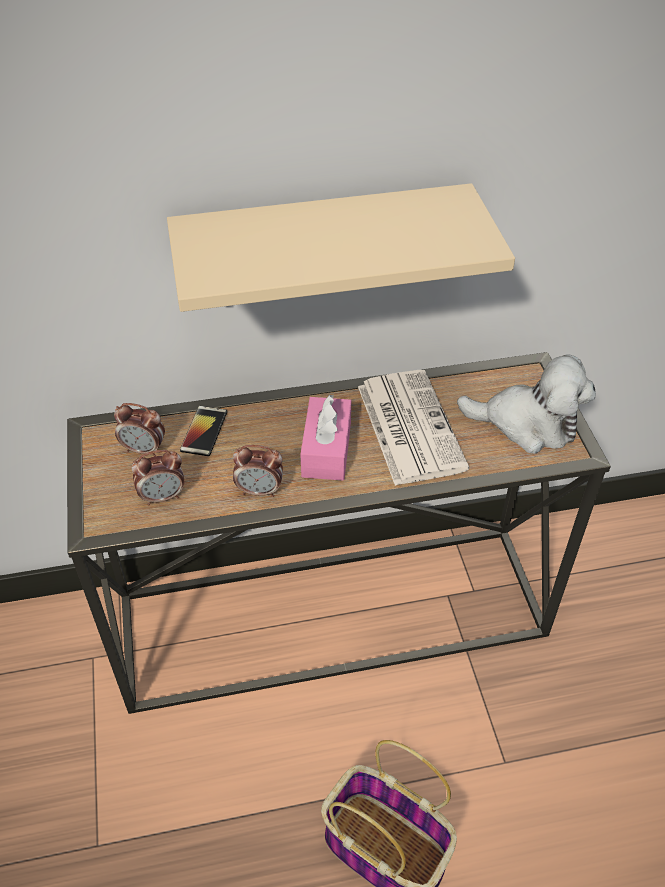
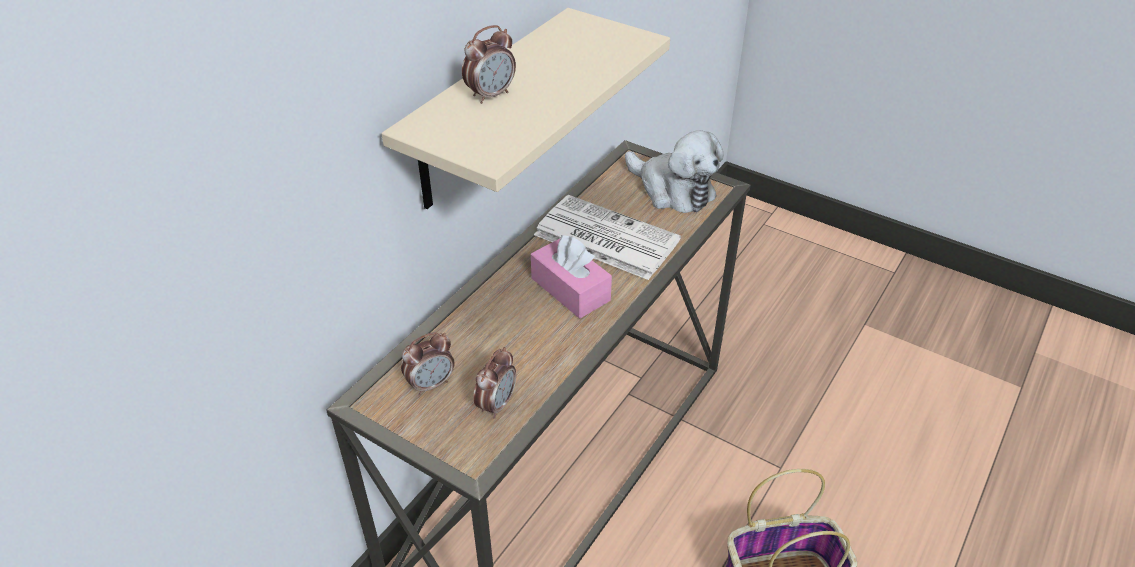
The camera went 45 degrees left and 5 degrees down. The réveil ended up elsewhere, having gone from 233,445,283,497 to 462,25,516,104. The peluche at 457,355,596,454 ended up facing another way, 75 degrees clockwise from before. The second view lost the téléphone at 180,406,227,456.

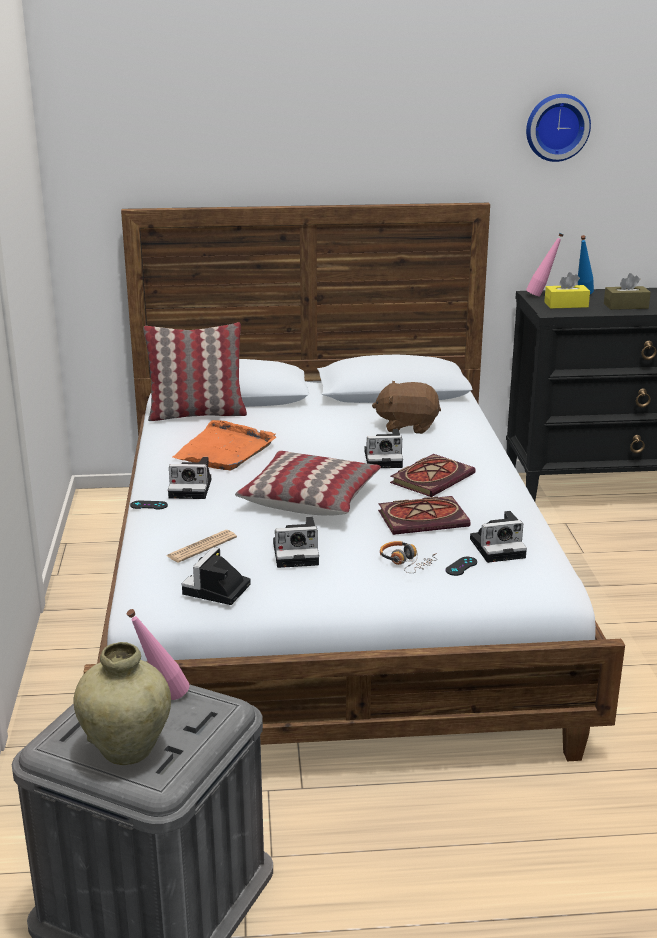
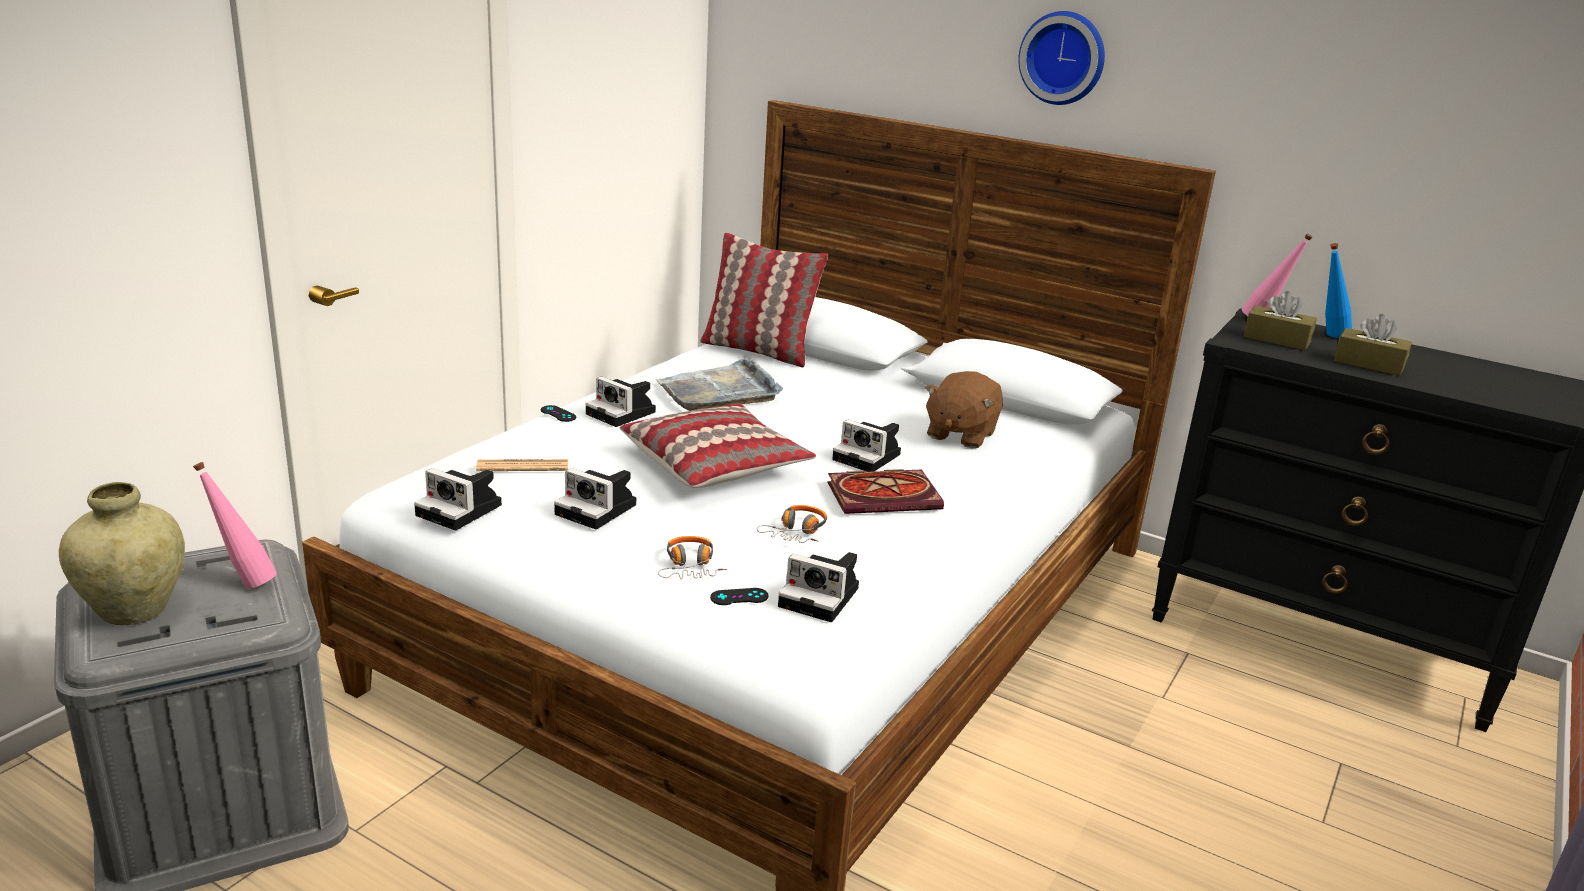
The camera went 35 degrees right and 0 degrees up. The appareil photo at 182,547,251,605 ended up facing another way, 120 degrees counterclockwise from before. What was the plateau [orange] at 173,420,276,470 turned into the plateau [gris] at 656,358,783,411. Where the livre stood at 378,496,471,535, the casque audio came to stand at 757,505,827,543. The peluche [marron] at 372,381,441,434 ended up facing another way, 105 degrees counterclockwise from before. The horloge murale ended up elsewhere, having gone from 526,94,591,162 to 1018,11,1105,105. What was the boîte à mouchoirs [jaune] at 544,272,590,309 turned into the boîte à mouchoirs [marron] at 1244,291,1317,350.

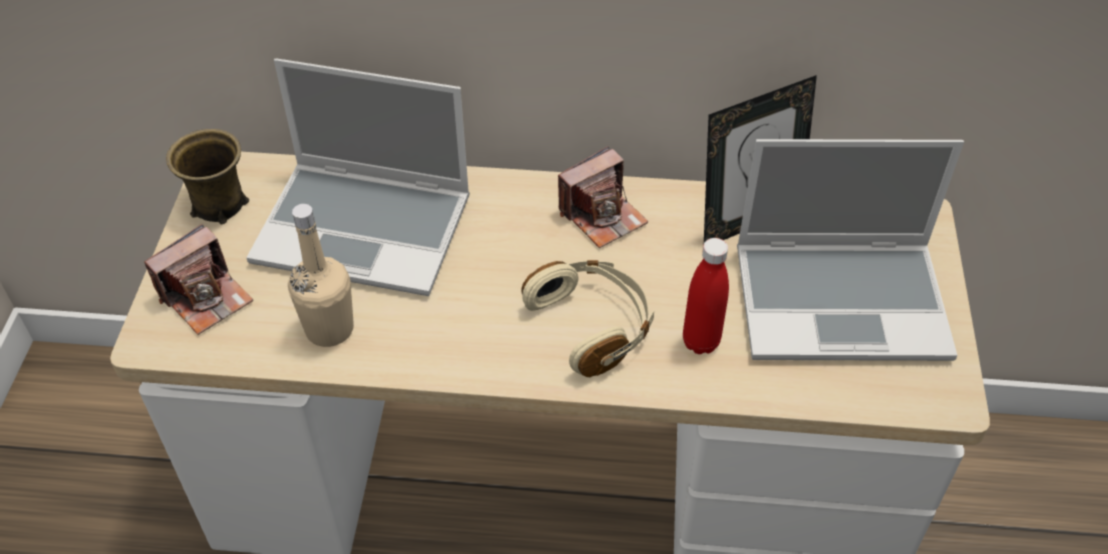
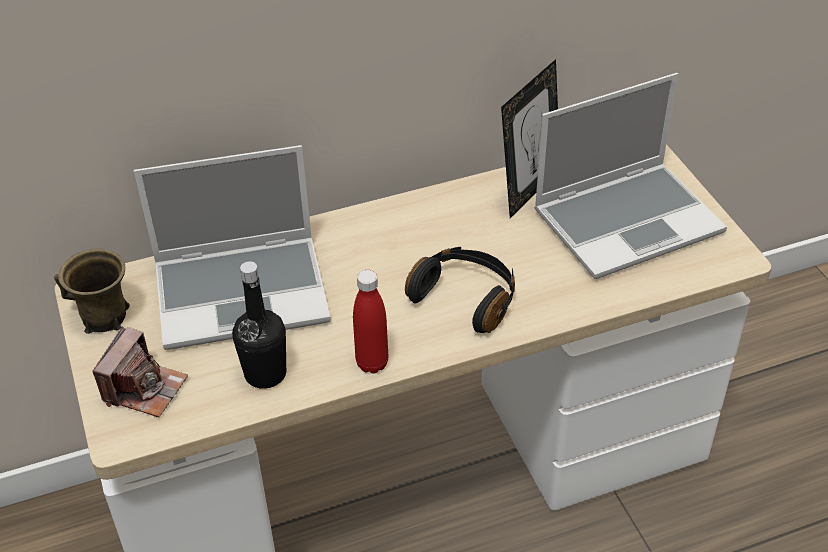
The camera went 25 degrees left and 5 degrees down. What was the bouteille [beige] at 288,204,354,347 turned into the bouteille [noir] at 232,261,286,389. The bouteille [rouge] ended up elsewhere, having gone from 683,238,729,354 to 353,270,388,374. What was the casque audio [beige] at 522,260,654,377 turned into the casque audio [noir] at 405,247,515,333. The second view lost the appareil photo at 558,146,648,248.

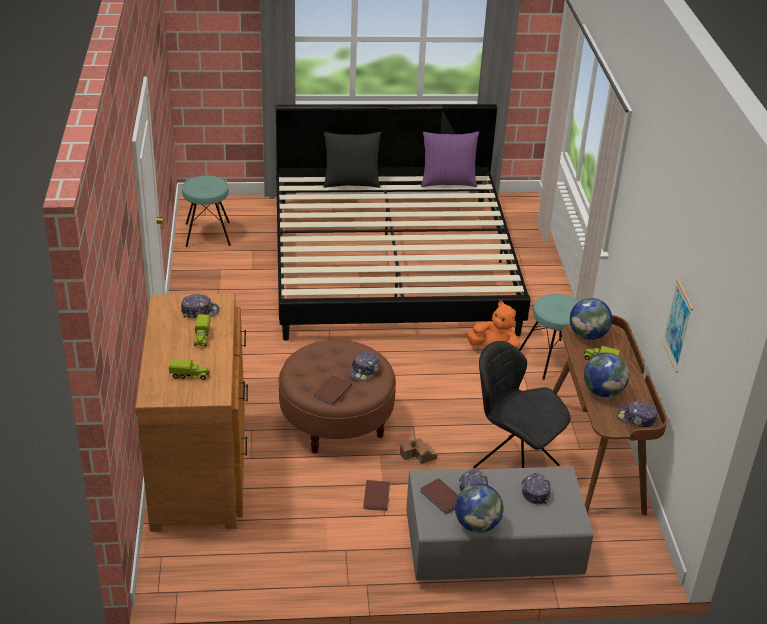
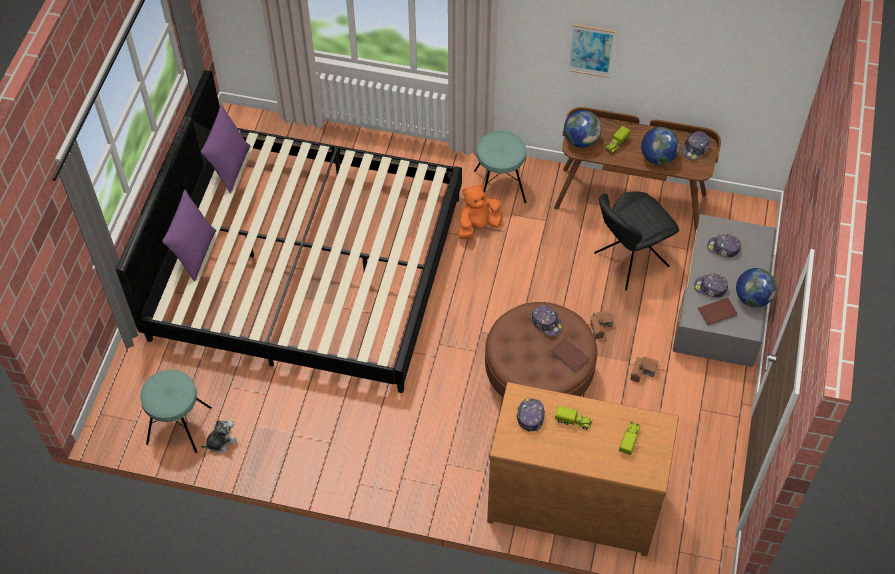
The camera went 70 degrees left and 20 degrees up. What was the coussin [noir] at 324,132,381,188 turned into the coussin [violet] at 162,190,216,281. The second view gained the peluche at 201,420,237,453. The tableau ended up elsewhere, having gone from 662,278,693,373 to 568,24,616,78. Where the livre [marron] stood at 363,480,390,511, the maison miniature came to stand at 630,356,659,383.

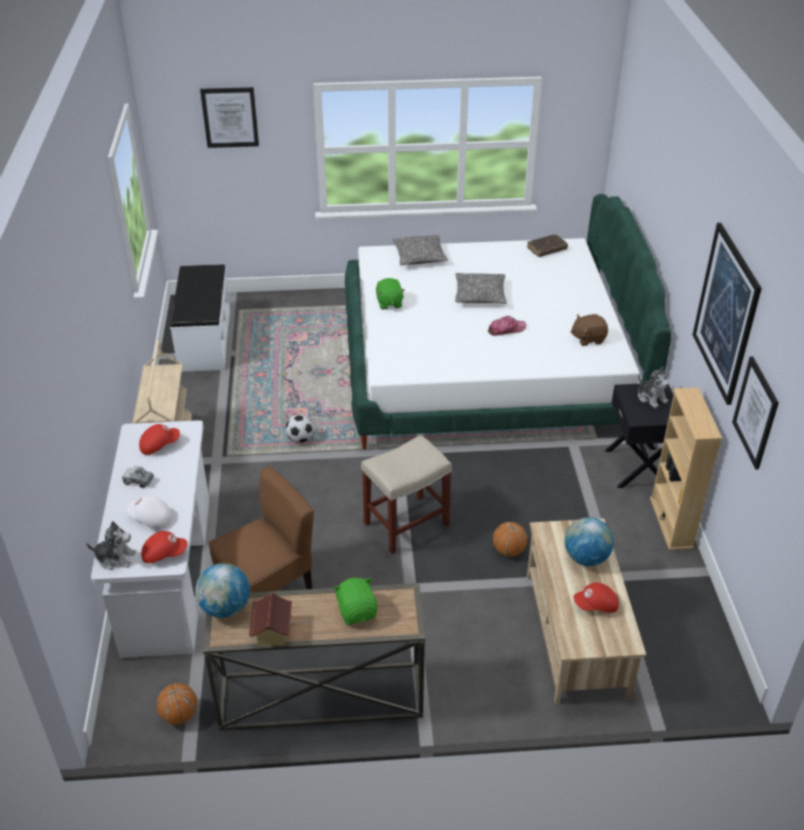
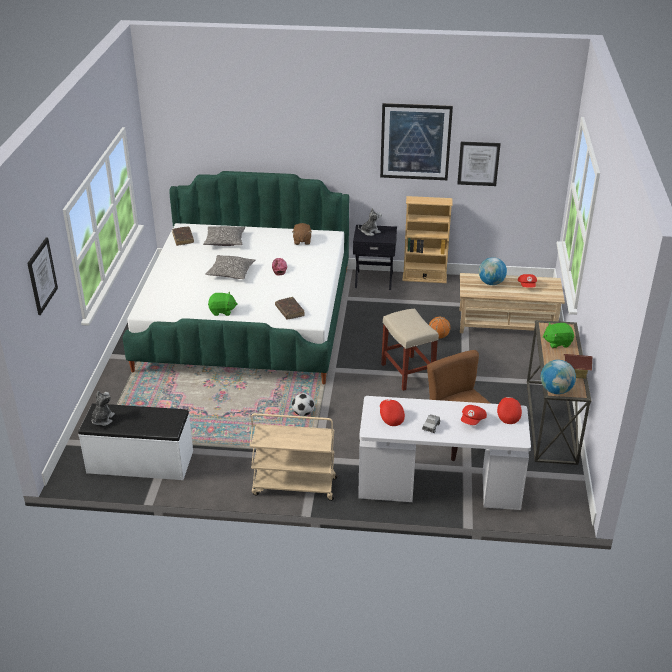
The camera went 80 degrees left and 5 degrees down. The peluche ended up elsewhere, having gone from 86,521,136,570 to 92,391,115,426. The coussin ended up elsewhere, having gone from 393,235,448,265 to 203,226,245,246. The second view gained the livre [marron] at 275,297,305,319. What was the casquette [blanc] at 127,496,172,529 turned into the casquette [rouge] at 461,405,487,425. The second view lost the ballon de basket at 157,683,197,725.

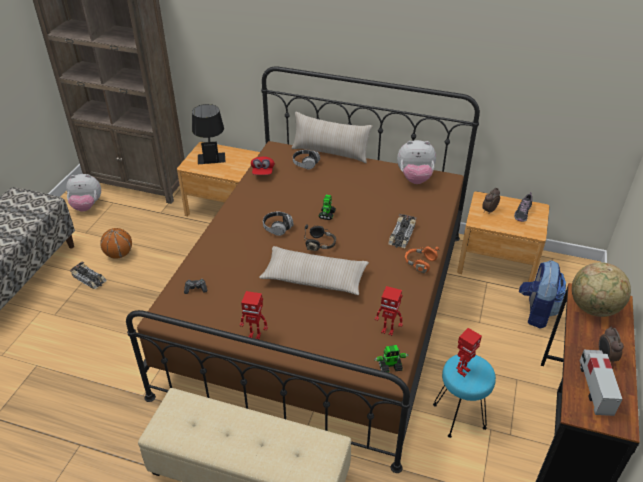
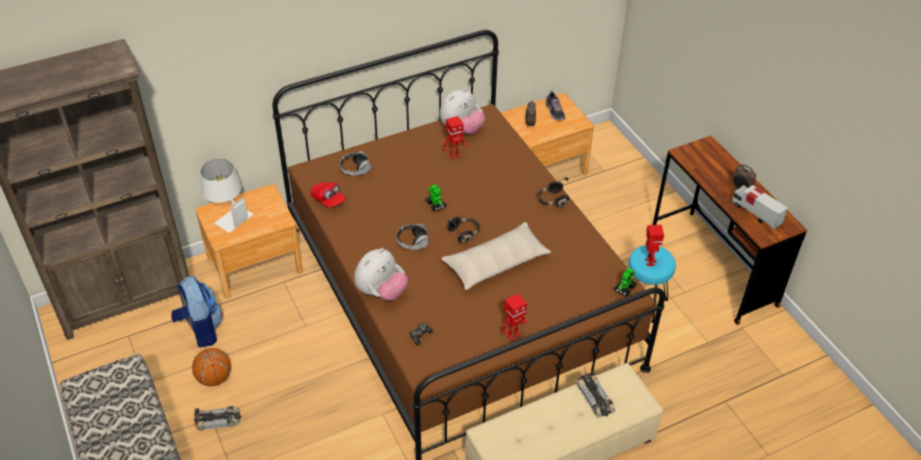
The camera went 45 degrees left and 5 degrees up. The sac à dos ended up elsewhere, having gone from 519,260,566,329 to 171,276,223,348. What was the lampe de table [noir] at 192,104,225,164 turned into the lampe de table [blanc] at 200,159,253,233. The peluche ended up elsewhere, having gone from 66,174,101,212 to 354,248,408,301. The robot jouet ended up elsewhere, having gone from 375,286,403,336 to 444,116,466,159. What was the casque audio [orange] at 405,246,440,273 turned into the casque audio [noir] at 538,177,569,207. The petite voiture ended up elsewhere, having gone from 388,214,417,248 to 577,371,616,418. The second view lost the coussin [beige] at 292,112,372,163. The second view lost the globe at 572,262,631,317.

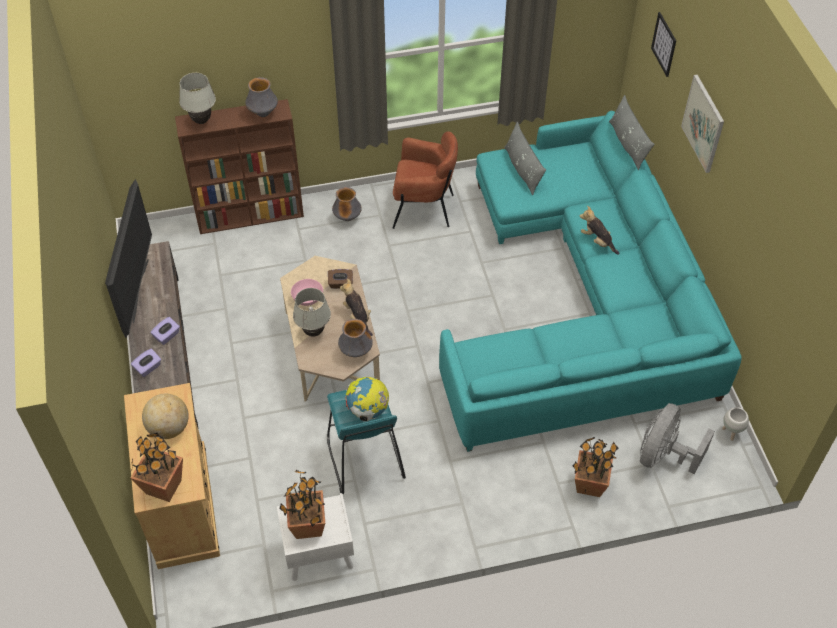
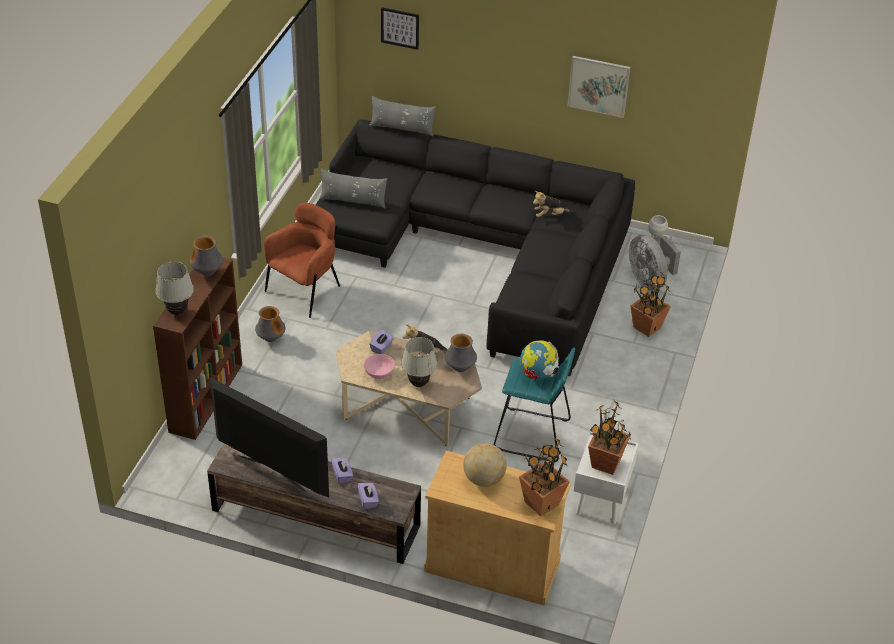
The camera went 60 degrees left and 10 degrees down. What was the canapé [turquoise] at 439,111,742,452 turned into the canapé [noir] at 316,119,635,376. What was the boîte à mouchoirs [marron] at 328,269,353,289 turned into the boîte à mouchoirs [violet] at 369,330,394,354. The peluche ended up elsewhere, having gone from 580,206,620,255 to 533,191,572,217. The tableau ended up elsewhere, having gone from 681,74,724,173 to 567,56,630,118.

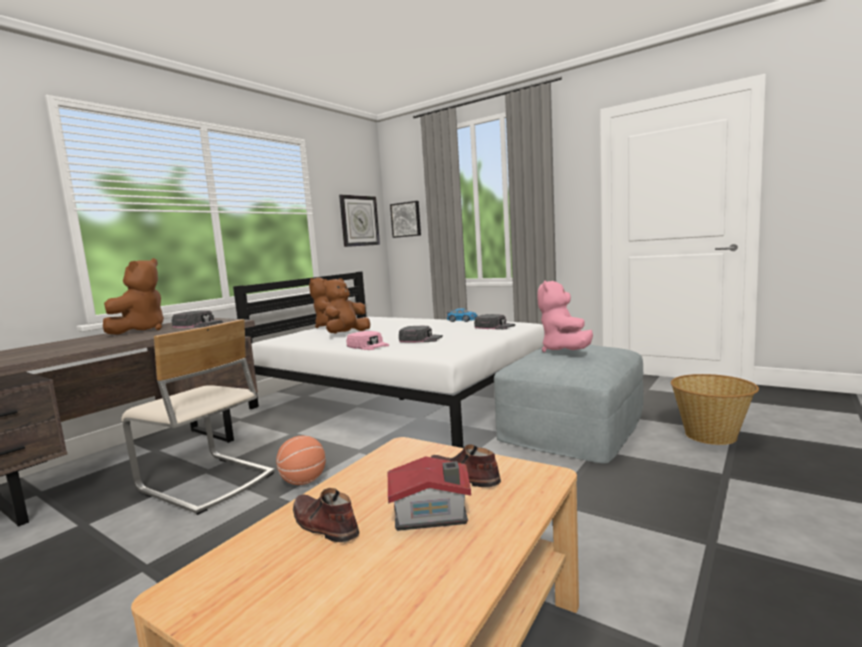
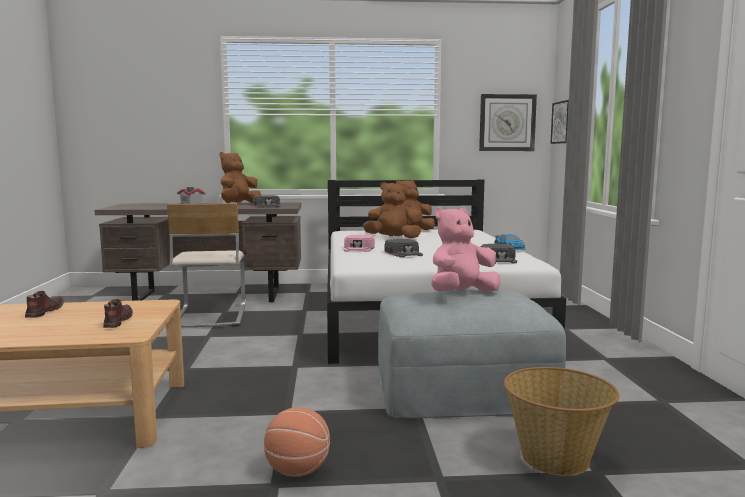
The camera went 50 degrees right and 0 degrees up. The maison miniature ended up elsewhere, having gone from 388,456,471,531 to 177,187,205,204. The peluche [marron] at 103,258,164,335 ended up facing another way, 150 degrees clockwise from before. The ballon de basket ended up elsewhere, having gone from 276,435,326,485 to 264,407,330,477.

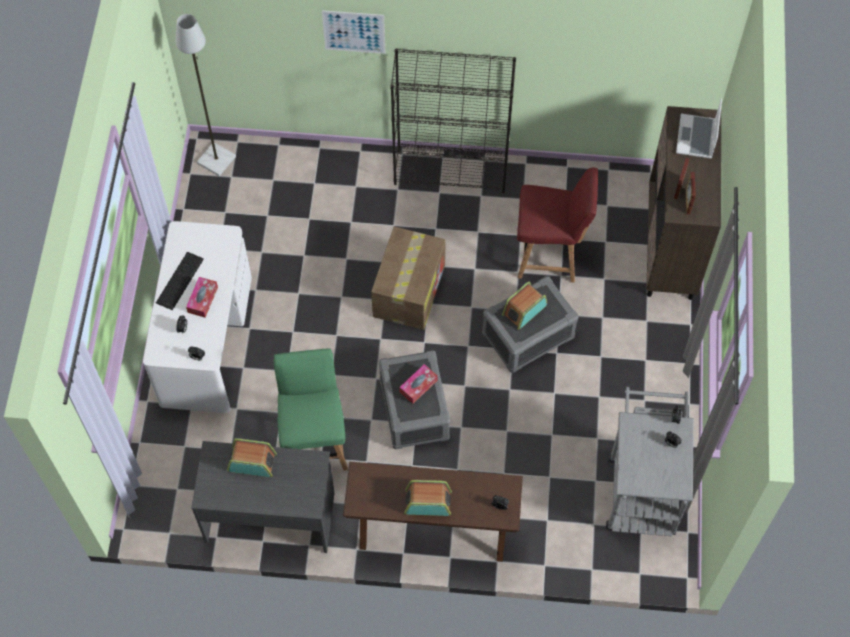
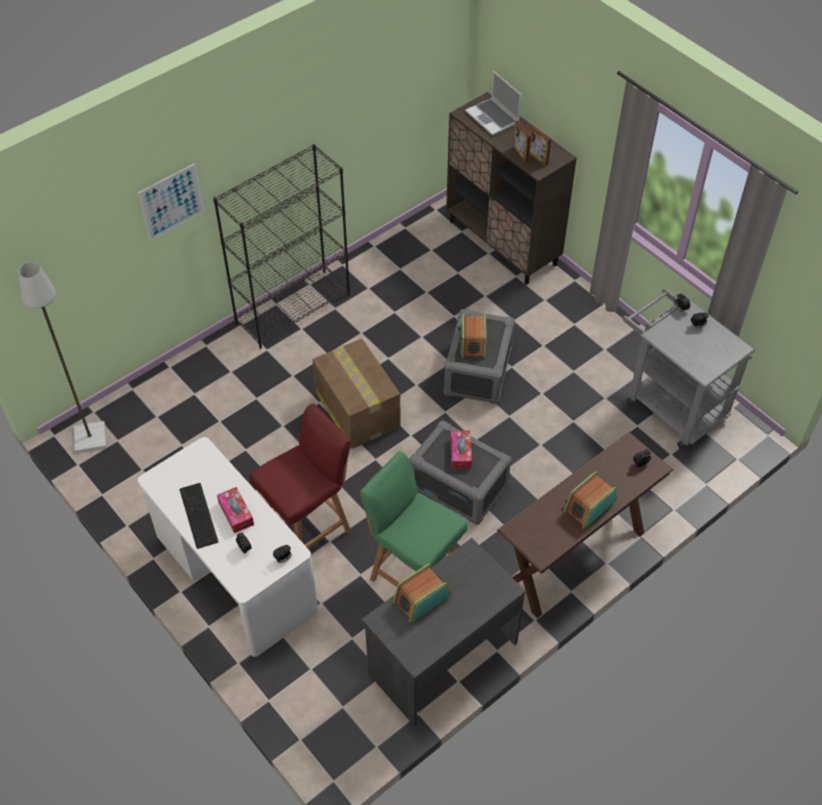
The camera went 45 degrees left and 10 degrees down. The chaise [rouge] ended up elsewhere, having gone from 517,168,598,283 to 250,403,351,548.

